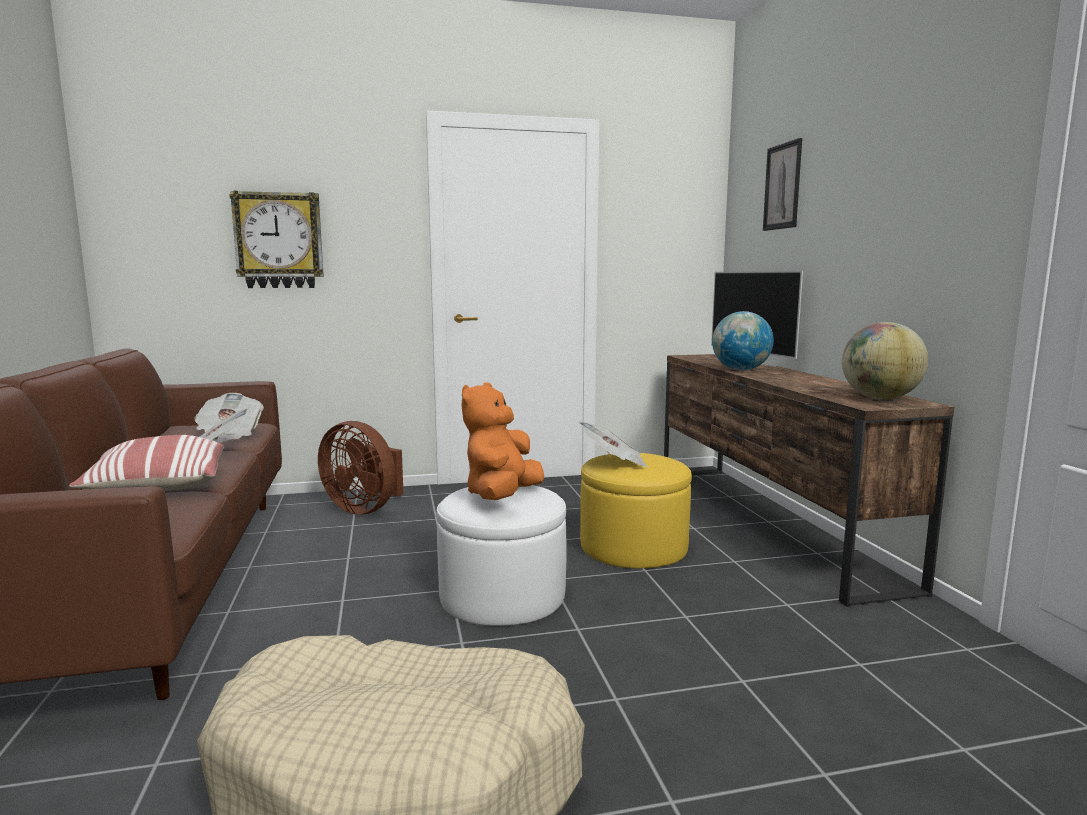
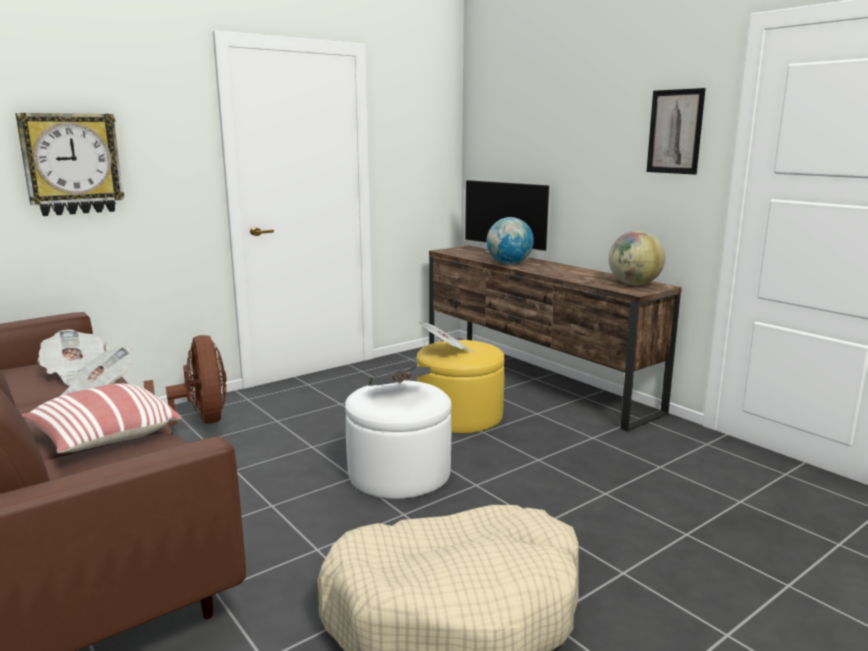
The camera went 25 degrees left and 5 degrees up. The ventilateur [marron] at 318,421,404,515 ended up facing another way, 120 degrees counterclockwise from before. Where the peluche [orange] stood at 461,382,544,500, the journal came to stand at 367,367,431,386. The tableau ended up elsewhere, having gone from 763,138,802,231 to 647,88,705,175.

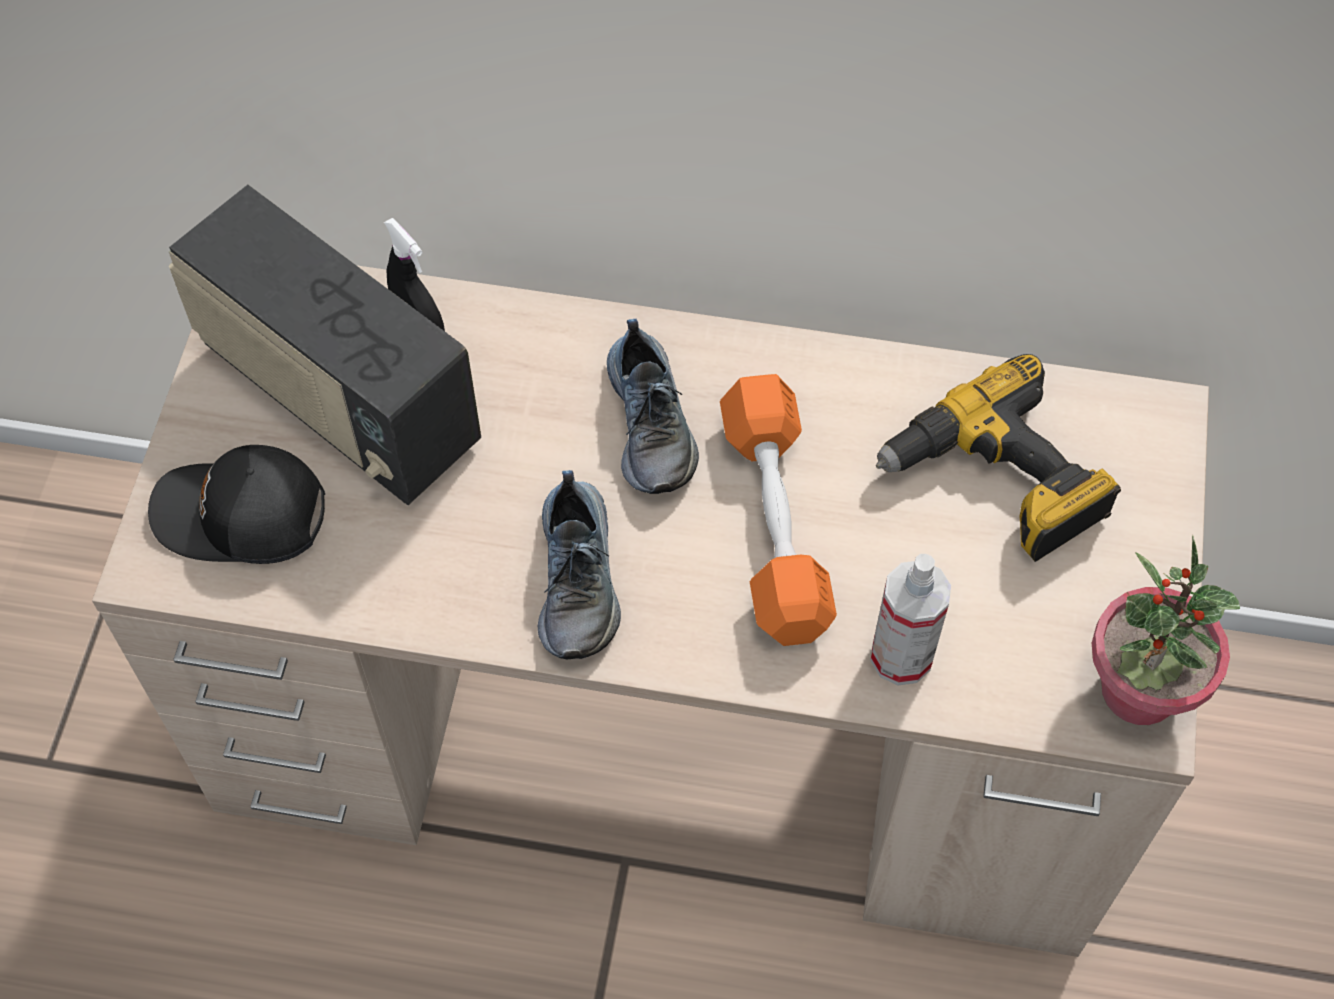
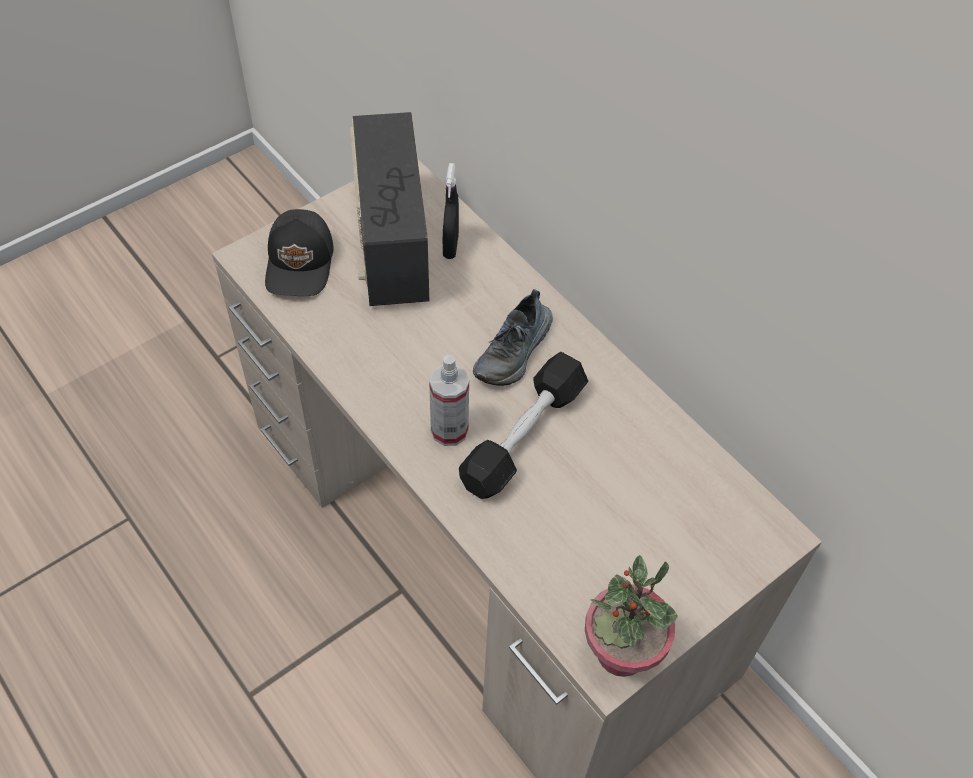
The camera went 40 degrees right and 5 degrees down. The casquette [noir] at 148,445,325,564 ended up facing another way, 135 degrees counterclockwise from before. The vaporisateur ended up elsewhere, having gone from 871,554,951,685 to 429,355,469,446. What was the haltère [orange] at 720,374,837,646 turned into the haltère [noir] at 459,352,588,499. The second view lost the chaussure at 538,470,621,659. The second view lost the perceuse at 876,354,1121,562.

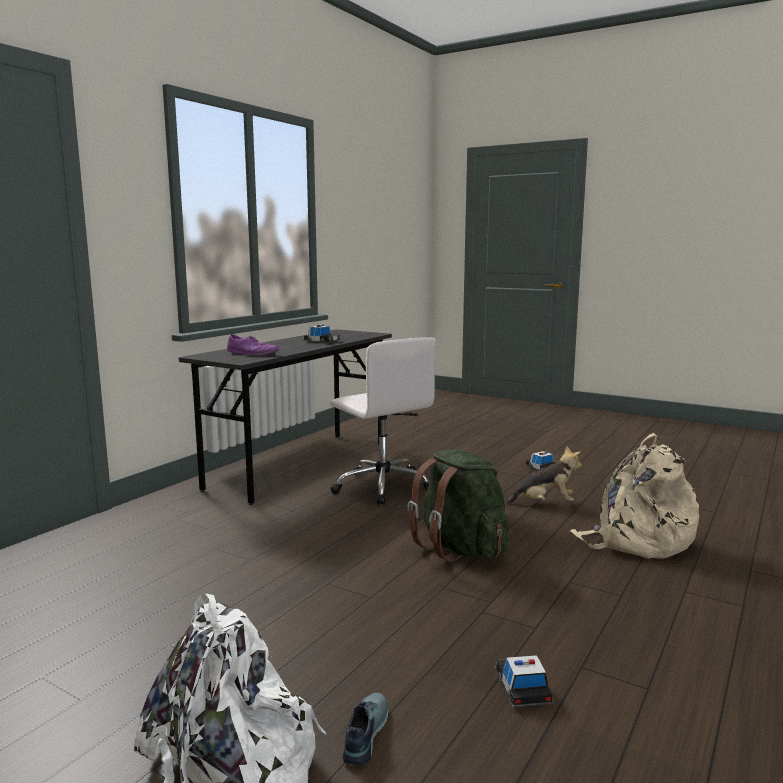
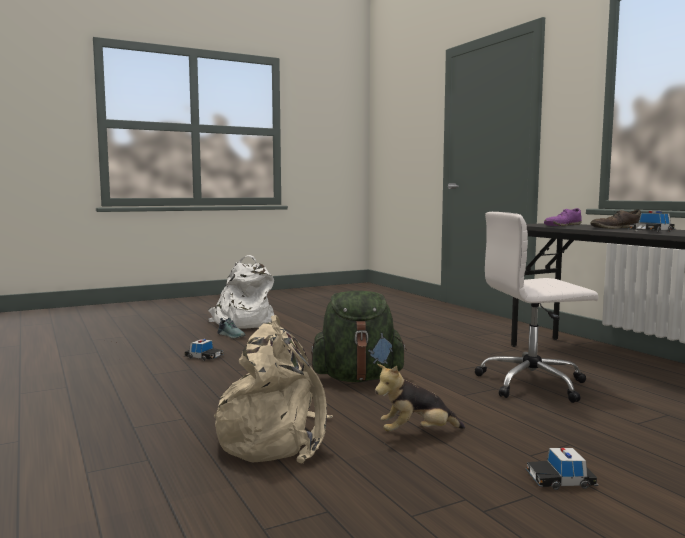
The camera went 120 degrees right and 5 degrees down. The peluche at 506,446,582,504 ended up facing another way, 45 degrees clockwise from before. The second view gained the chaussure [marron] at 590,210,641,229.

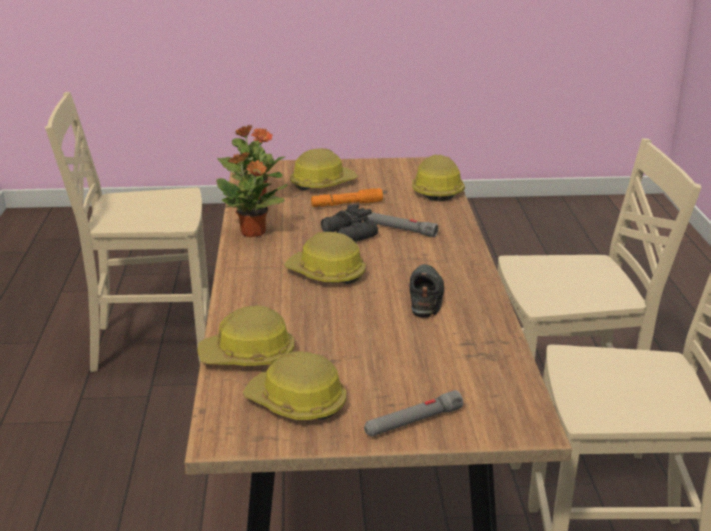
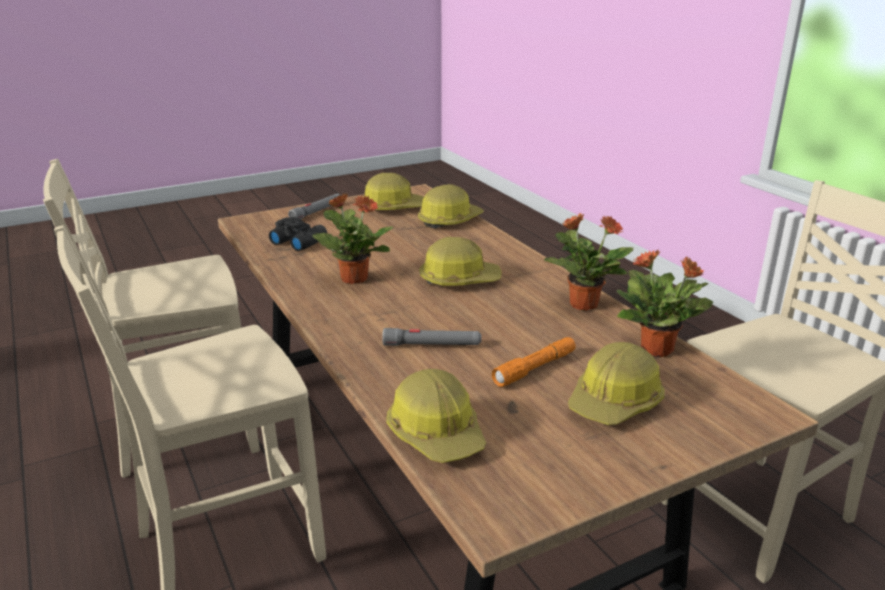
The camera went 155 degrees right and 0 degrees up. The jumelles [noir] ended up elsewhere, having gone from 321,204,378,242 to 269,217,327,251. Where the chaussure [noir] stood at 410,264,444,318, the plante en pot came to stand at 312,193,393,284.

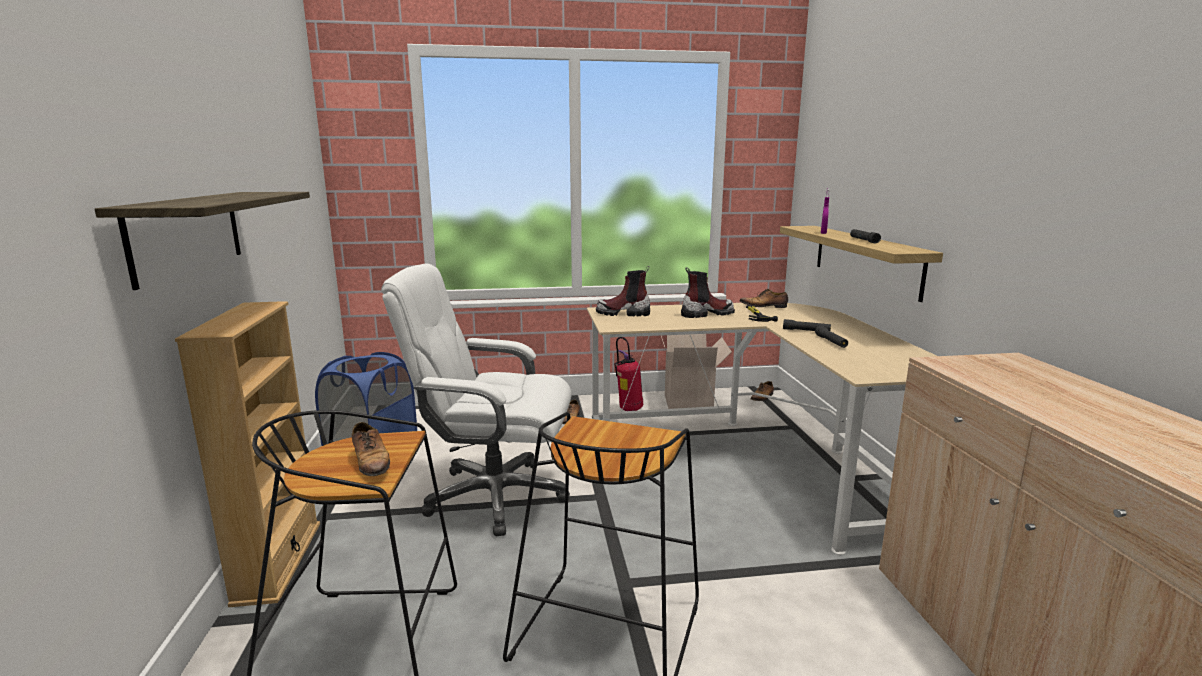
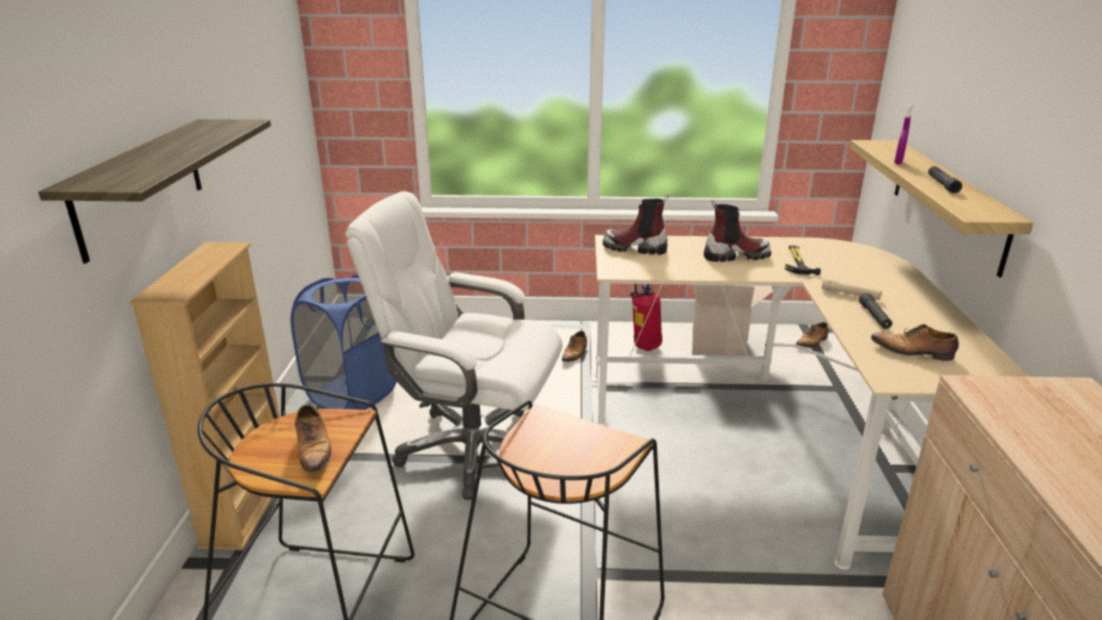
The camera went 10 degrees right and 10 degrees up. What was the lampe de poche [noir] at 783,319,831,331 turned into the lampe de poche [beige] at 822,277,882,300. The chaussure ended up elsewhere, having gone from 739,289,788,308 to 871,324,959,361.

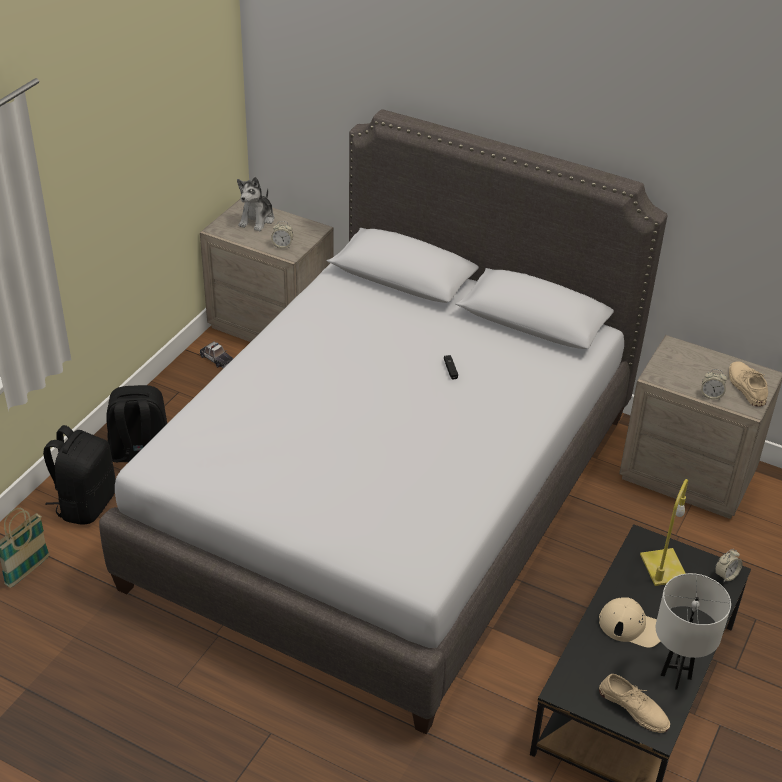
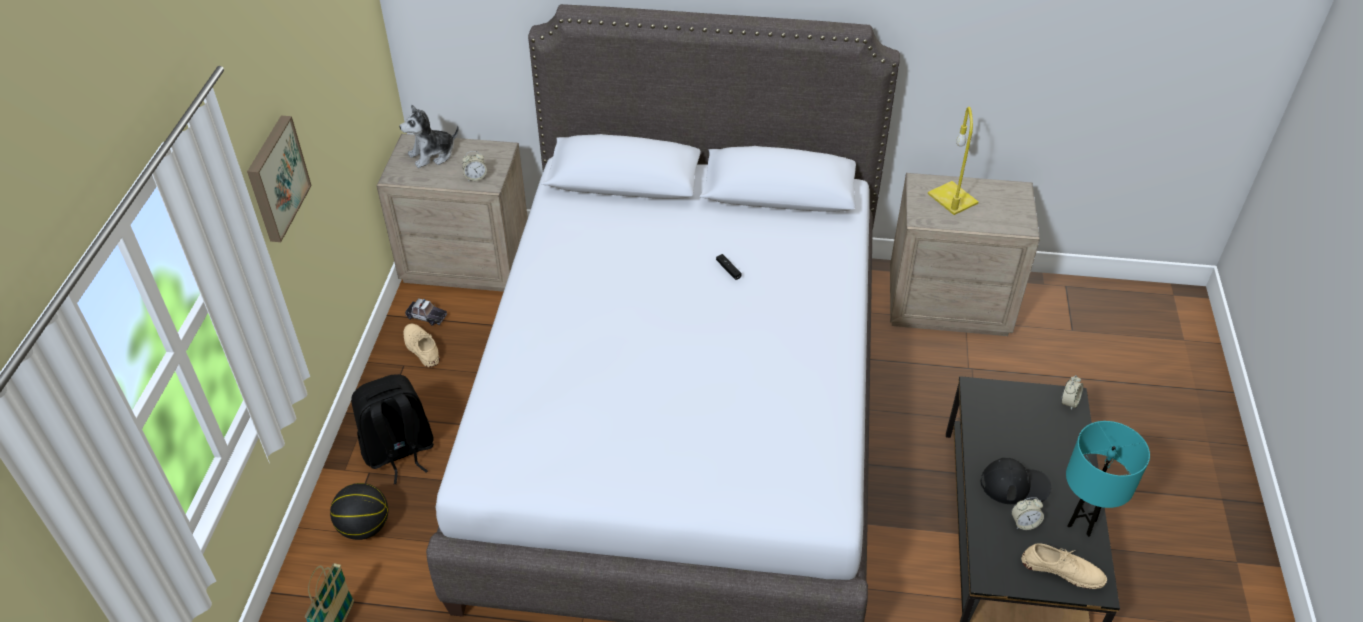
The camera went 20 degrees left and 5 degrees up. The second view gained the tableau at 247,116,312,242. Where the sac à dos [noir] stood at 43,425,116,525, the ballon de basket came to stand at 330,483,389,540. The peluche at 237,177,274,231 ended up facing another way, 60 degrees clockwise from before. The chaussure [beige] ended up elsewhere, having gone from 729,361,768,407 to 404,323,440,367. The lampe de table [jaune] ended up elsewhere, having gone from 640,479,688,586 to 928,107,979,215. What was the casquette [beige] at 599,597,660,648 turned into the casquette [noir] at 981,458,1051,504. The réveil ended up elsewhere, having gone from 701,369,727,400 to 1011,497,1044,530. What was the lampe de table [blanc] at 656,573,731,689 turned into the lampe de table [turquoise] at 1066,421,1150,537.

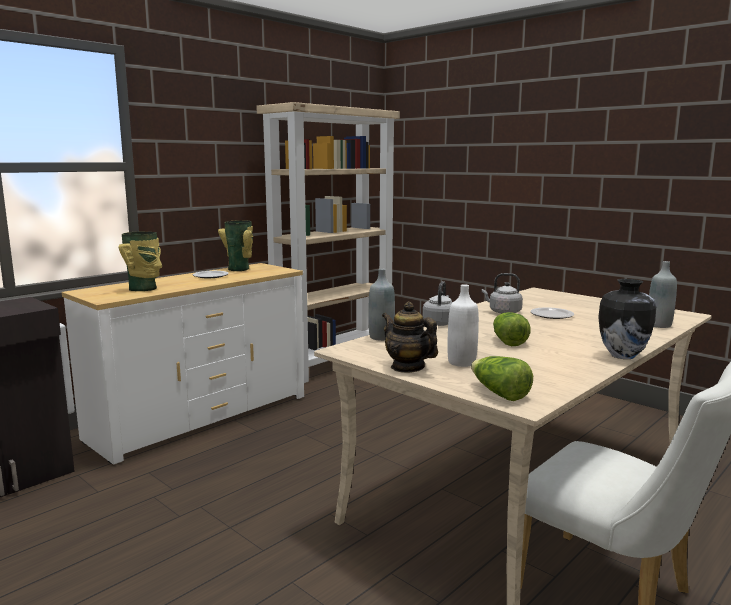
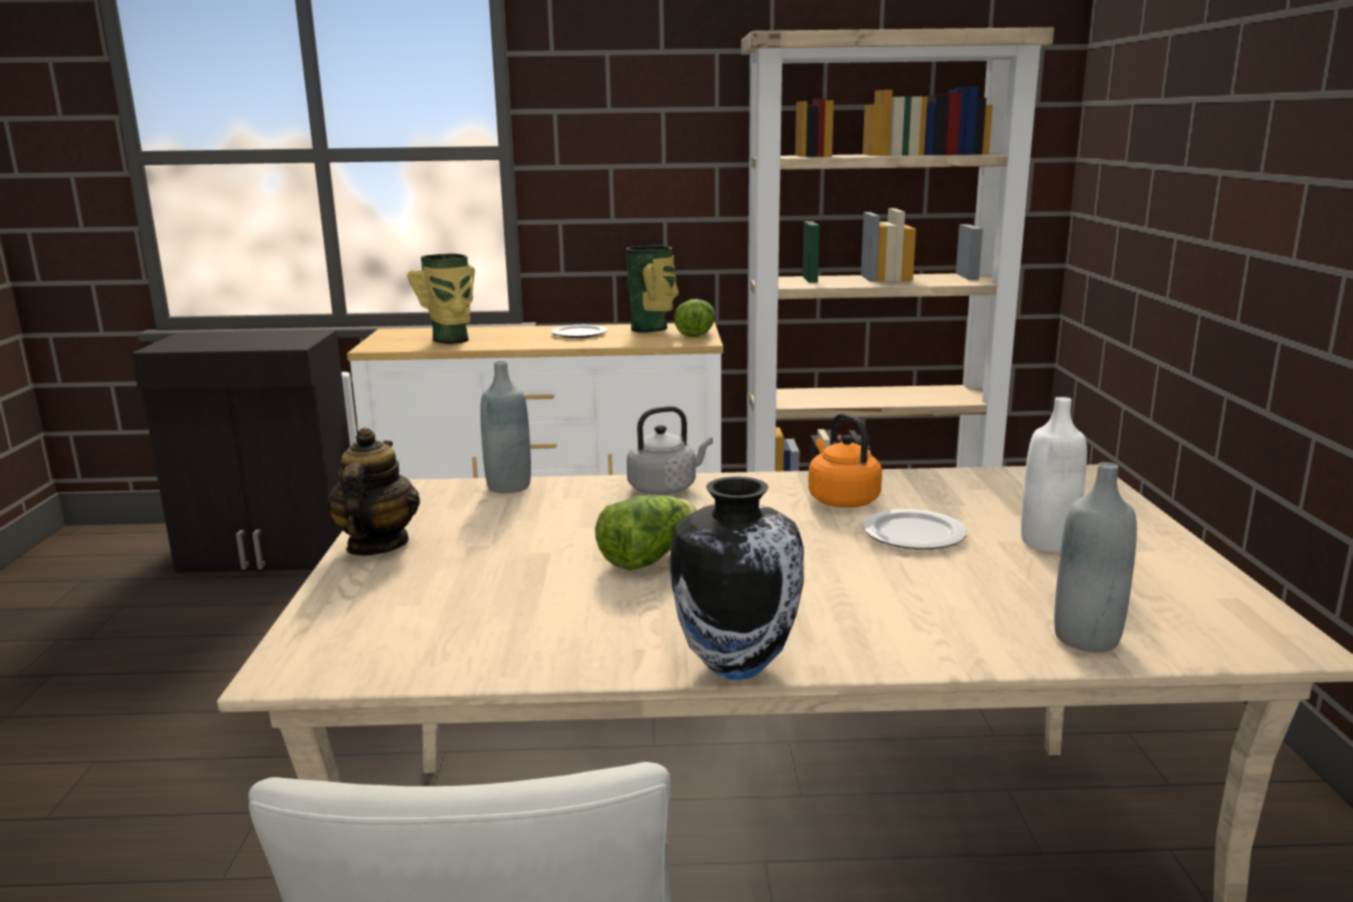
The camera went 45 degrees right and 5 degrees up. The laitue ended up elsewhere, having gone from 471,356,533,401 to 674,299,715,337. What was the bouilloire [gris] at 482,273,523,314 turned into the bouilloire [orange] at 808,413,882,508. The bouteille [blanc] ended up elsewhere, having gone from 448,284,479,367 to 1021,397,1087,552.

